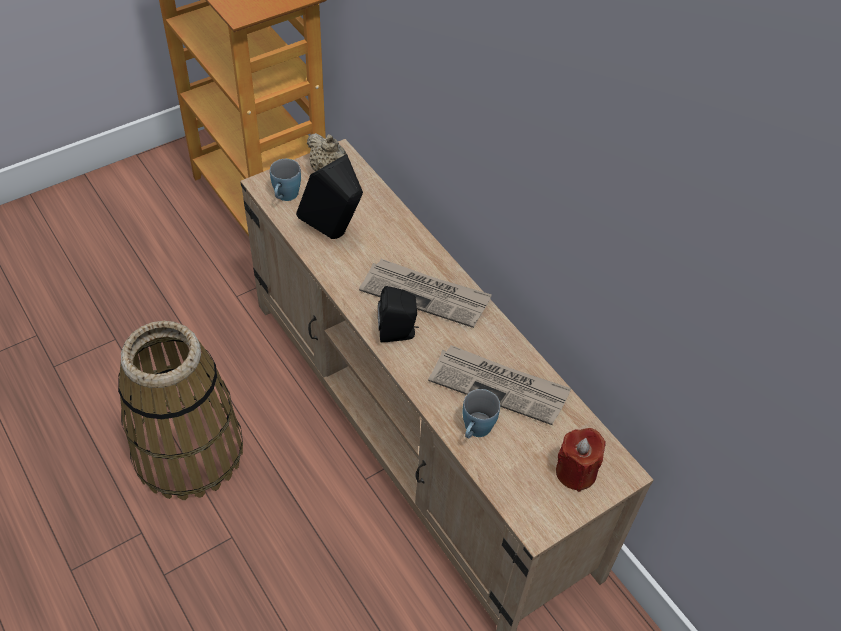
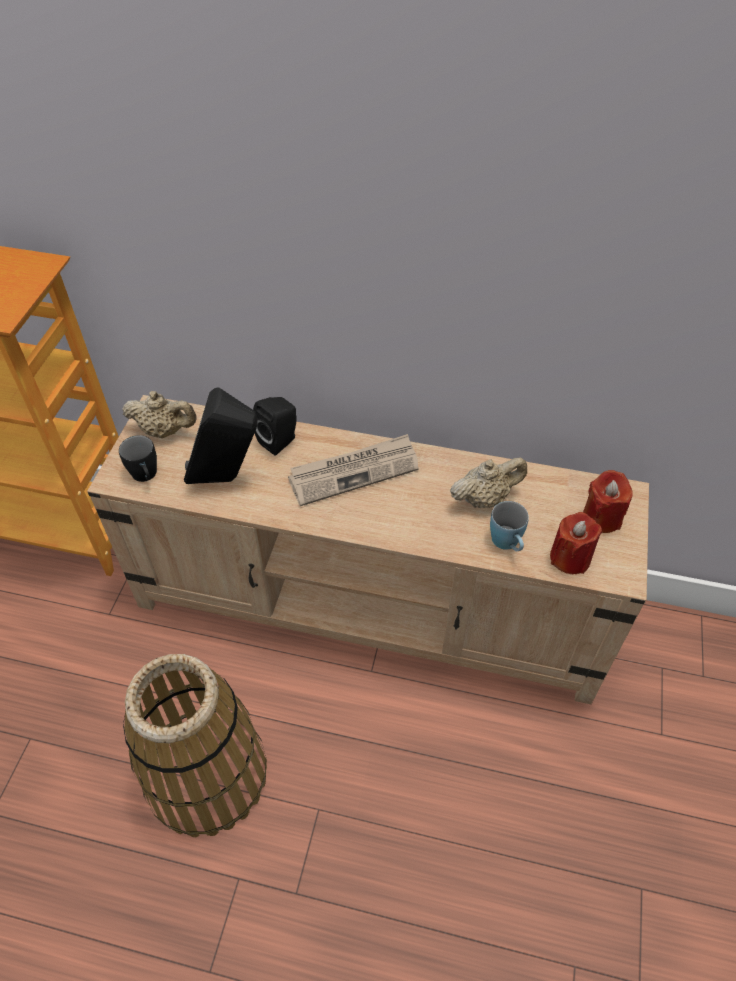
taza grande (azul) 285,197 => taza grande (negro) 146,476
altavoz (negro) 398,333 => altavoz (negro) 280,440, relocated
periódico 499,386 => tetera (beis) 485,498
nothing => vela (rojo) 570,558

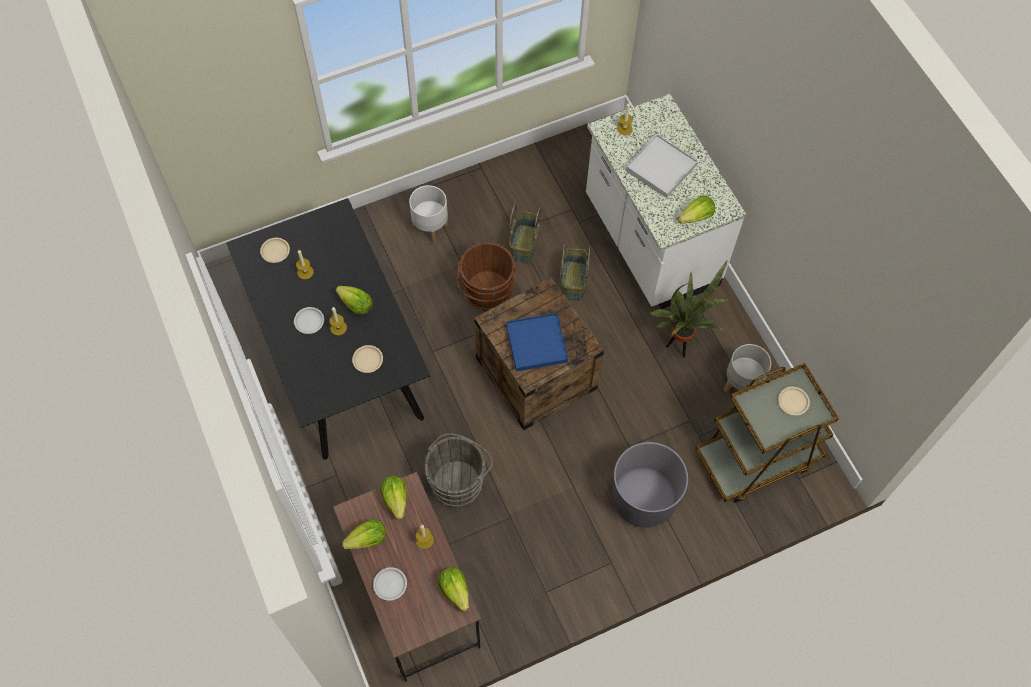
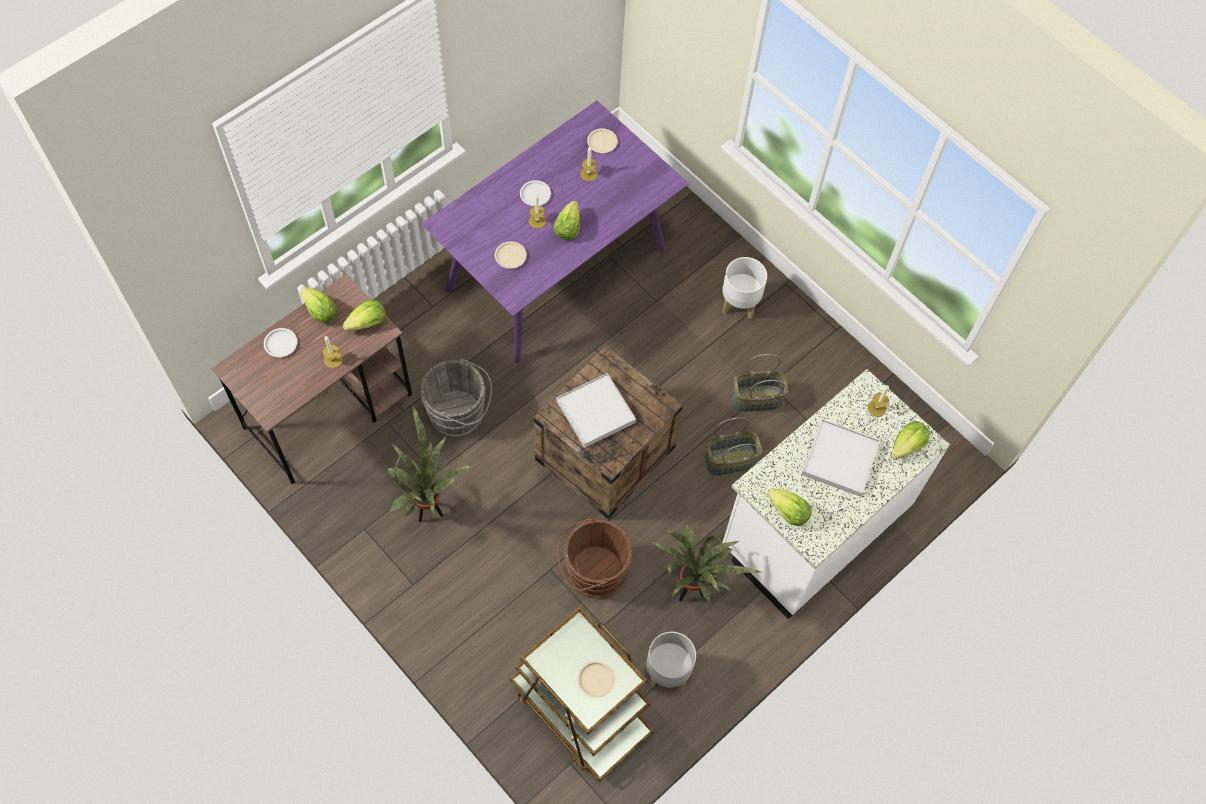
nothing => planta en maceta 430,511
mesa de comedor (negro) 338,359 => mesa de comedor (morado) 556,268
bandeja (azul) 536,343 => bandeja (blanco) 596,412
cubo (marrón) 487,293 => cubo (marrón) 592,572, relocated
lechuga 455,590 => lechuga 907,446, relocated
maceta (gris) 643,498 => nothing

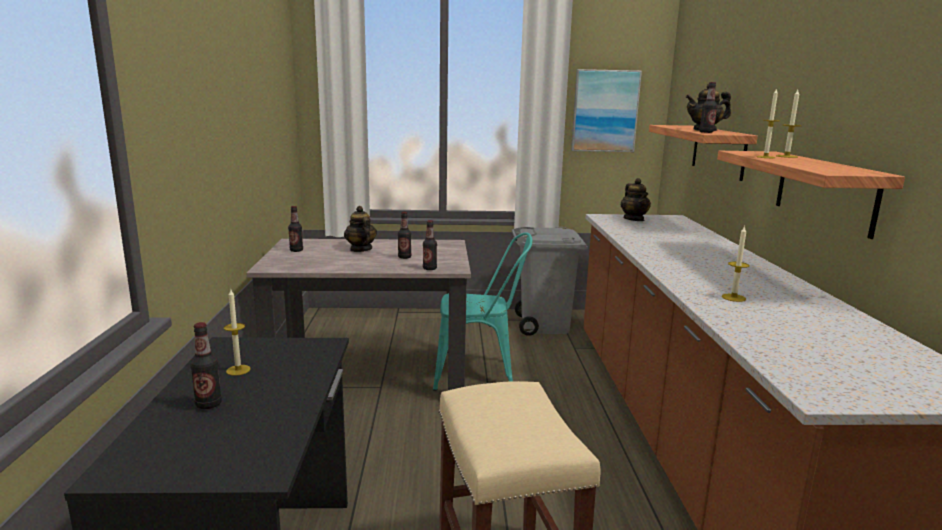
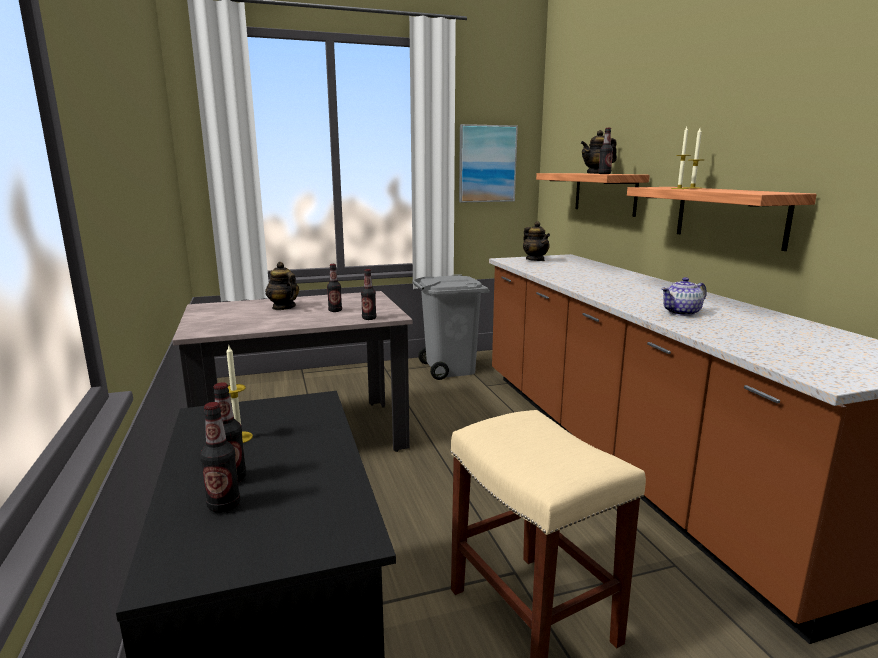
botella 296,250 => botella 224,505, relocated
vela 733,297 => tetera 682,313
silla (turquesa) 481,373 => nothing

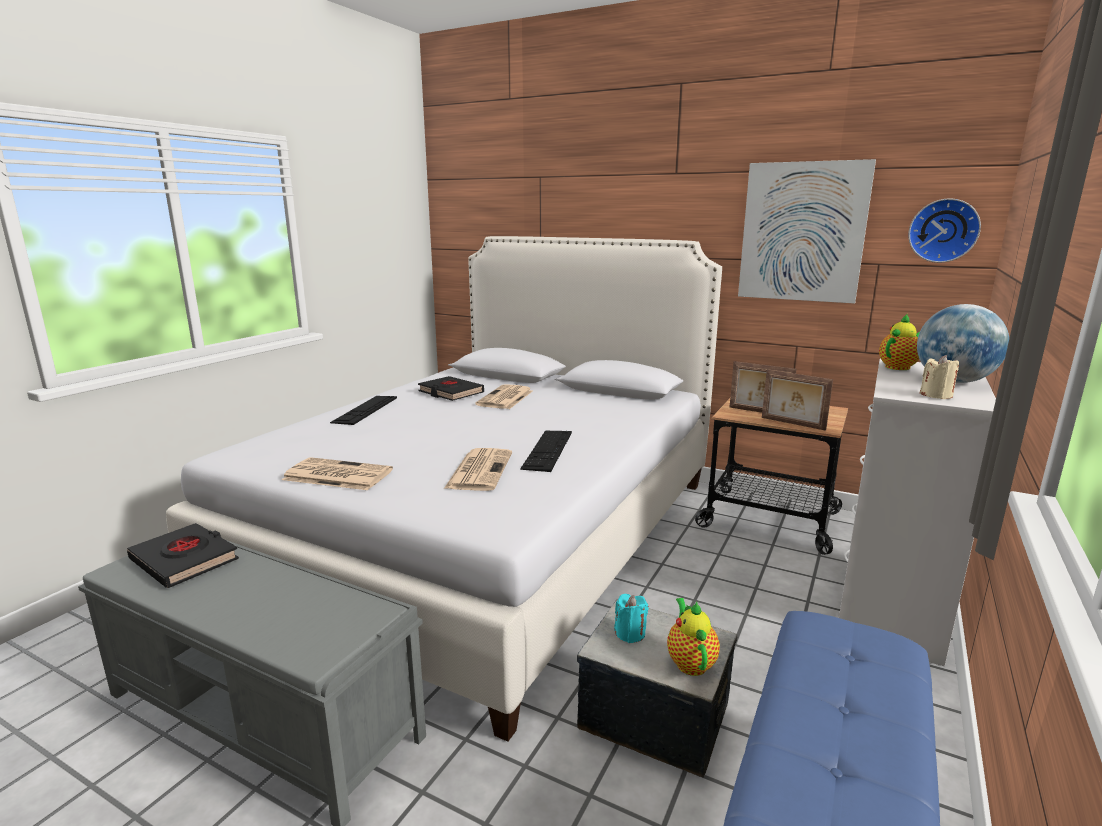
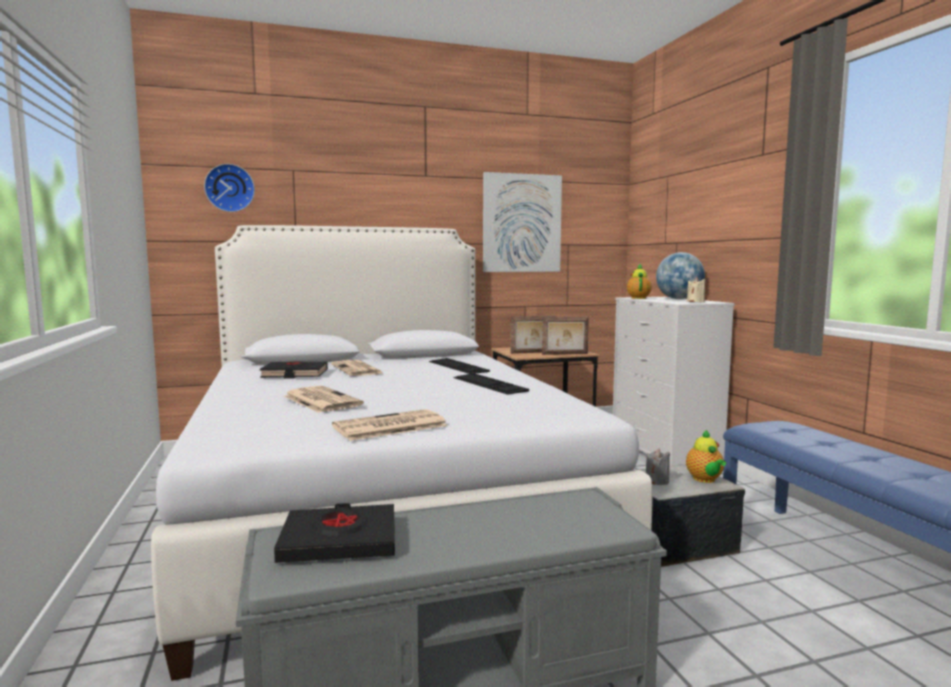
reloj de pared 943,230 => reloj de pared 230,188, relocated
periódico 479,470 => periódico 320,400, relocated
teclado 365,409 => teclado 457,366, relocated
vela (turquesa) 630,633 => vela (gris) 657,481
tetera 690,662 => tetera 705,480, 135 degrees counterclockwise

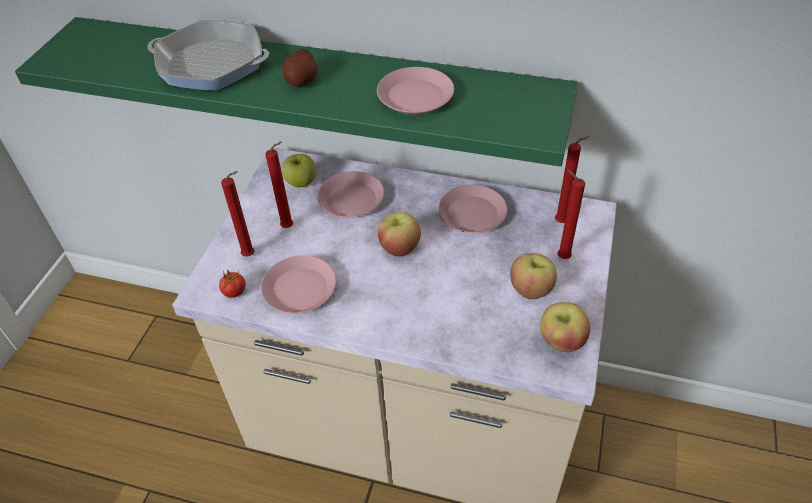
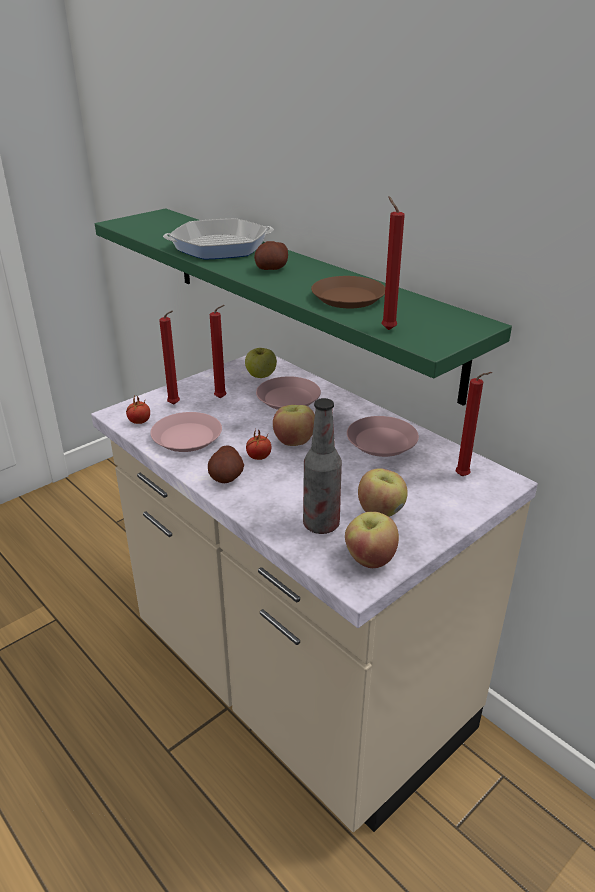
sartén 211,64 => sartén 220,247, 60 degrees counterclockwise
nothing => patata 226,477
nothing => tomate 258,457
nothing => botella 321,525
plato (rosa) 416,97 => plato (marrón) 348,298
vela (rojo) 561,257 => vela (rojo) 387,329, relocated

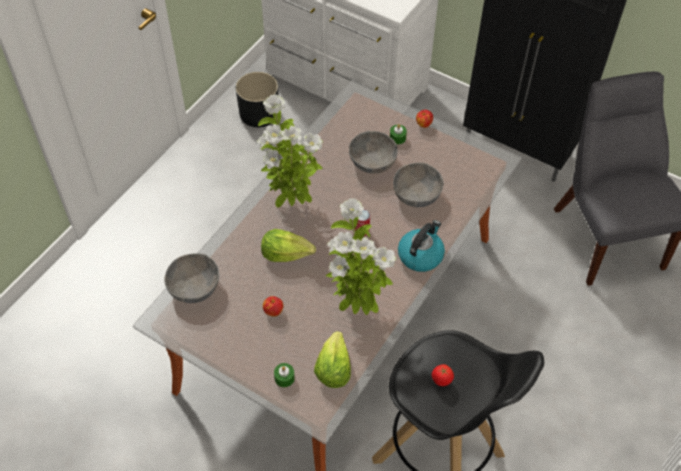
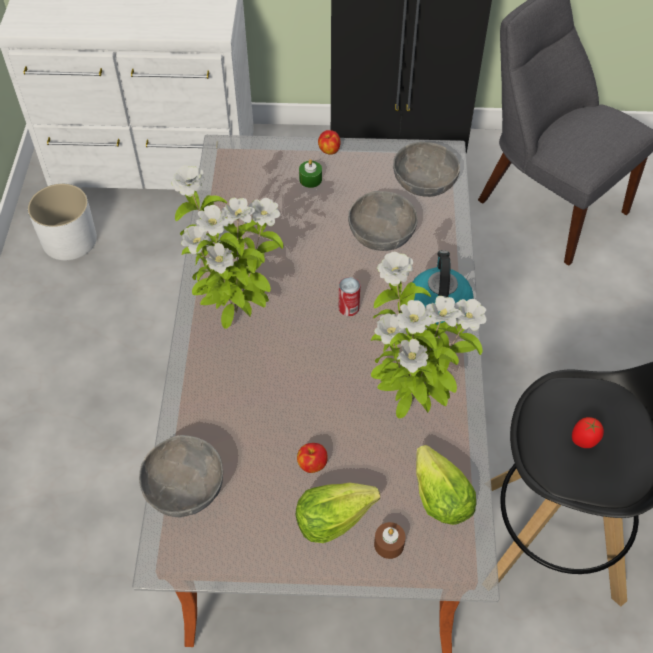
maceta (negro) 259,113 => maceta (blanco) 69,239
lechuga 286,253 => lechuga 333,517, relocated
vela (verde) 284,378 => vela (marrón) 389,544
cuenco (gris) 372,162 => cuenco (gris) 424,184, relocated

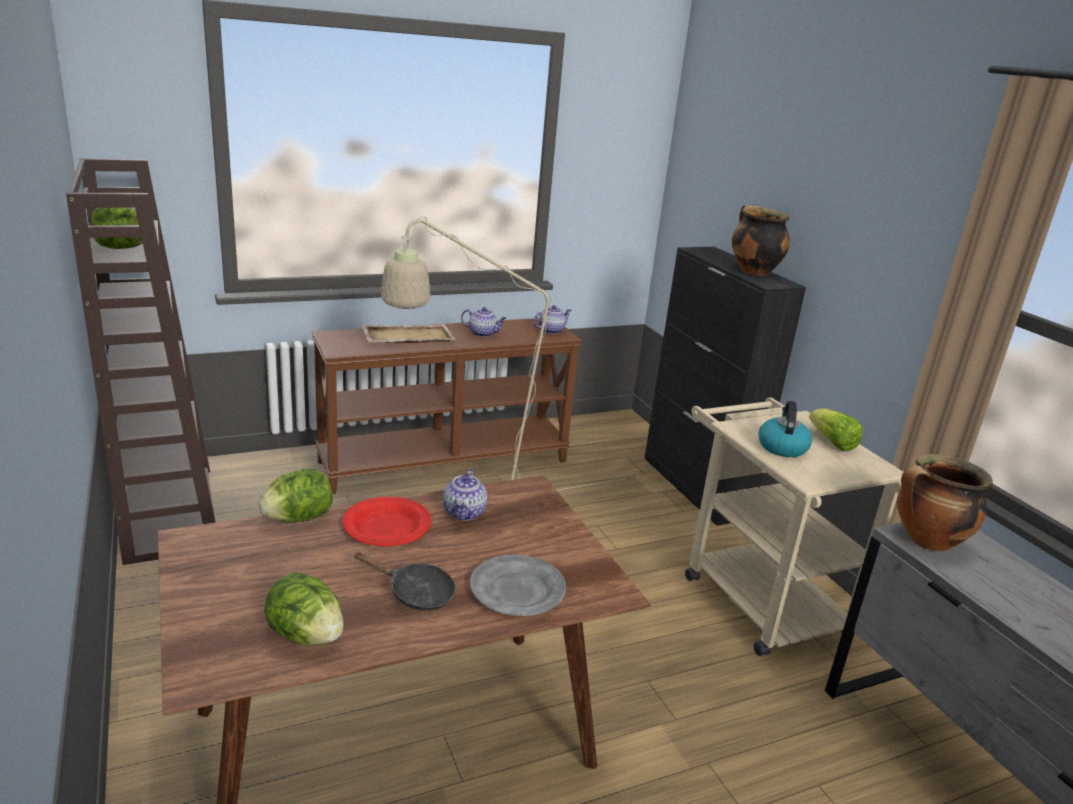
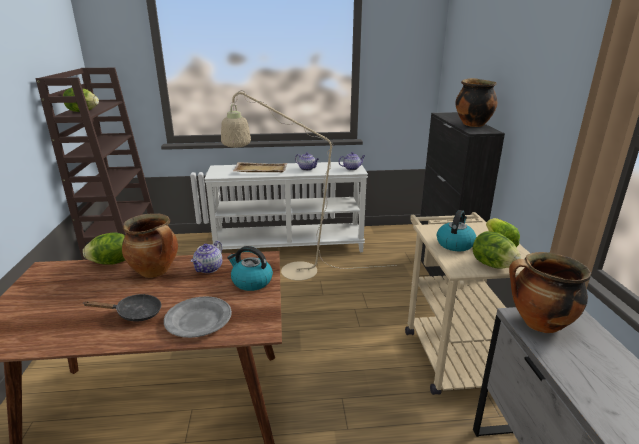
sartén (negro) 415,593 => sartén (negro) 134,313, 45 degrees counterclockwise
plato (rojo) 387,526 => olla 156,272
mesa consola (marrón) 445,461 => mesa consola (blanco) 289,246
nothing => hervidor 251,282
lechuga 306,635 => lechuga 492,265, relocated

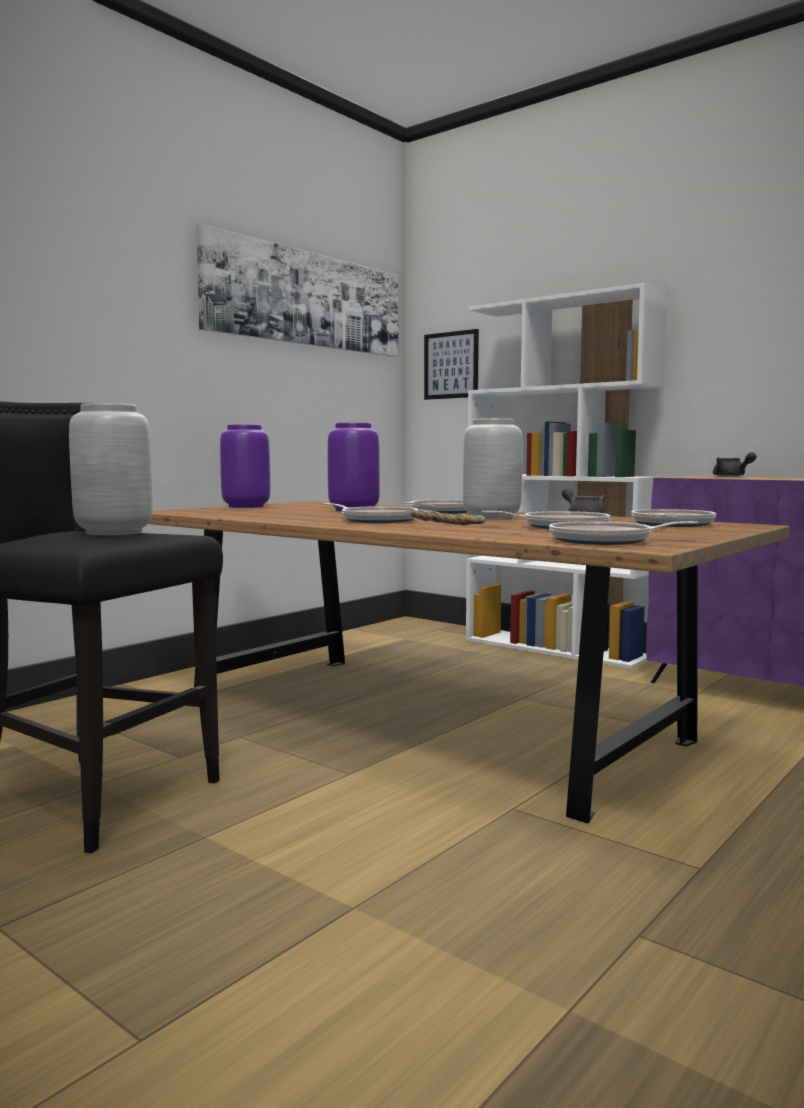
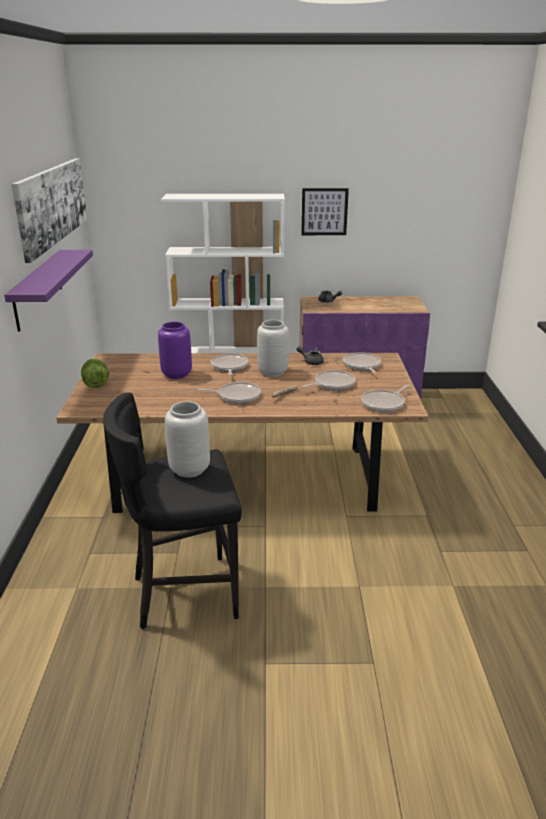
nothing => estante (morado) 38,289
florero (morado) 245,506 => lechuga 95,383
cuadro 451,365 => cuadro 324,211, relocated

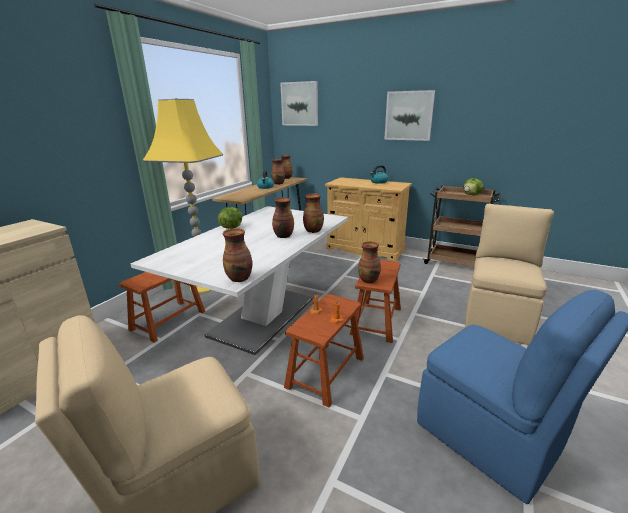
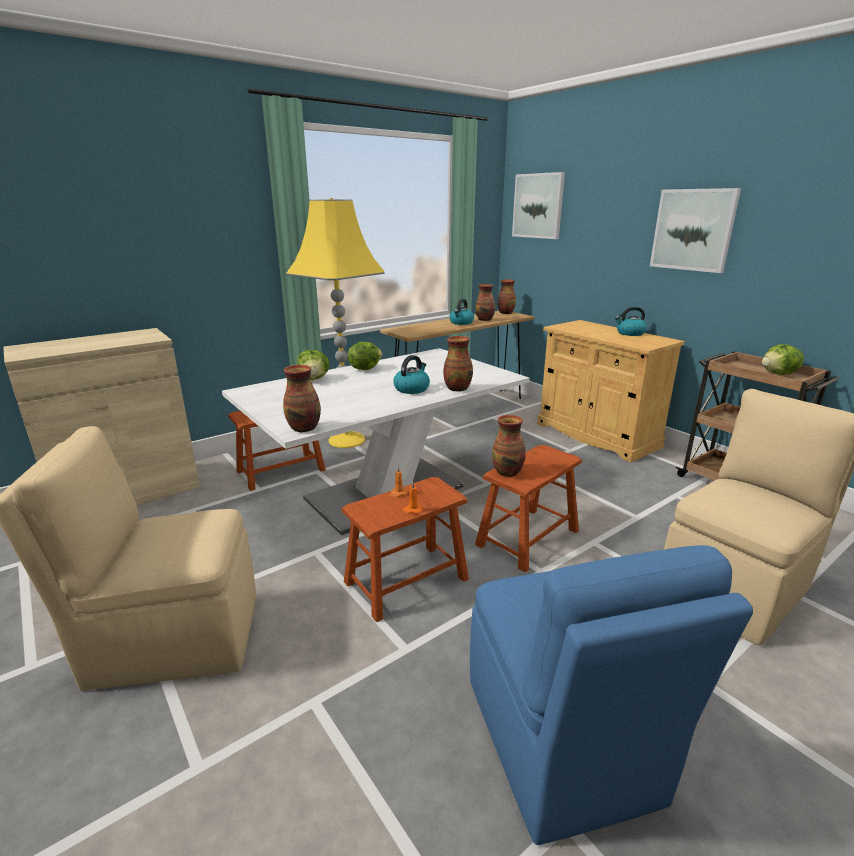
nothing => lechuga 314,379
florero 283,236 => hervidor 412,389

